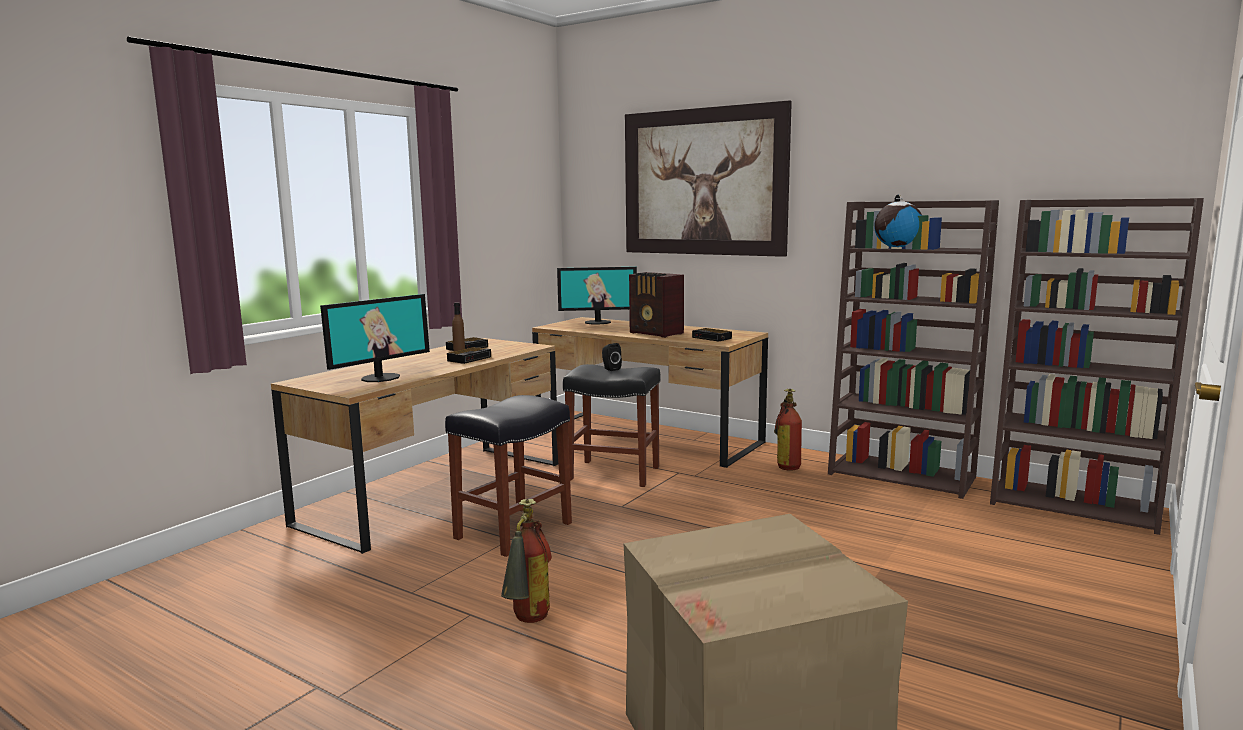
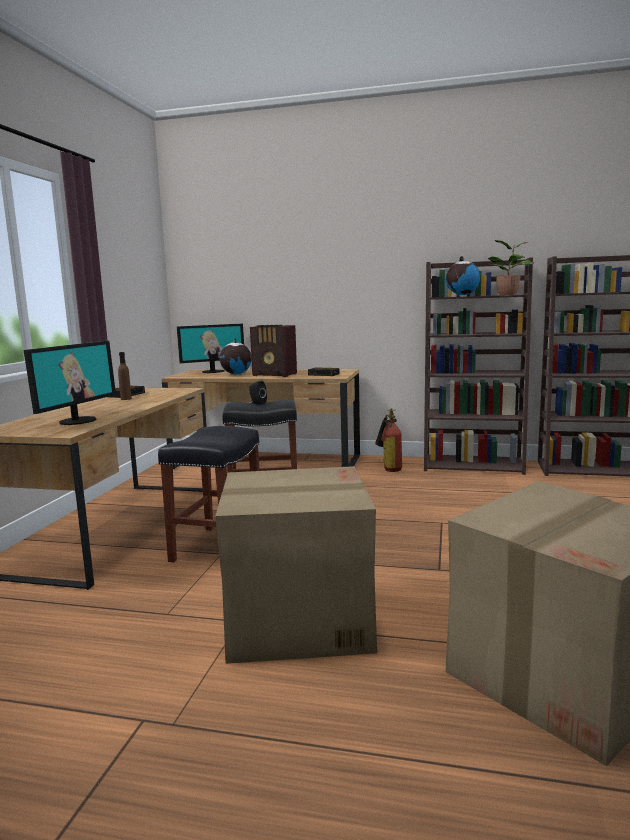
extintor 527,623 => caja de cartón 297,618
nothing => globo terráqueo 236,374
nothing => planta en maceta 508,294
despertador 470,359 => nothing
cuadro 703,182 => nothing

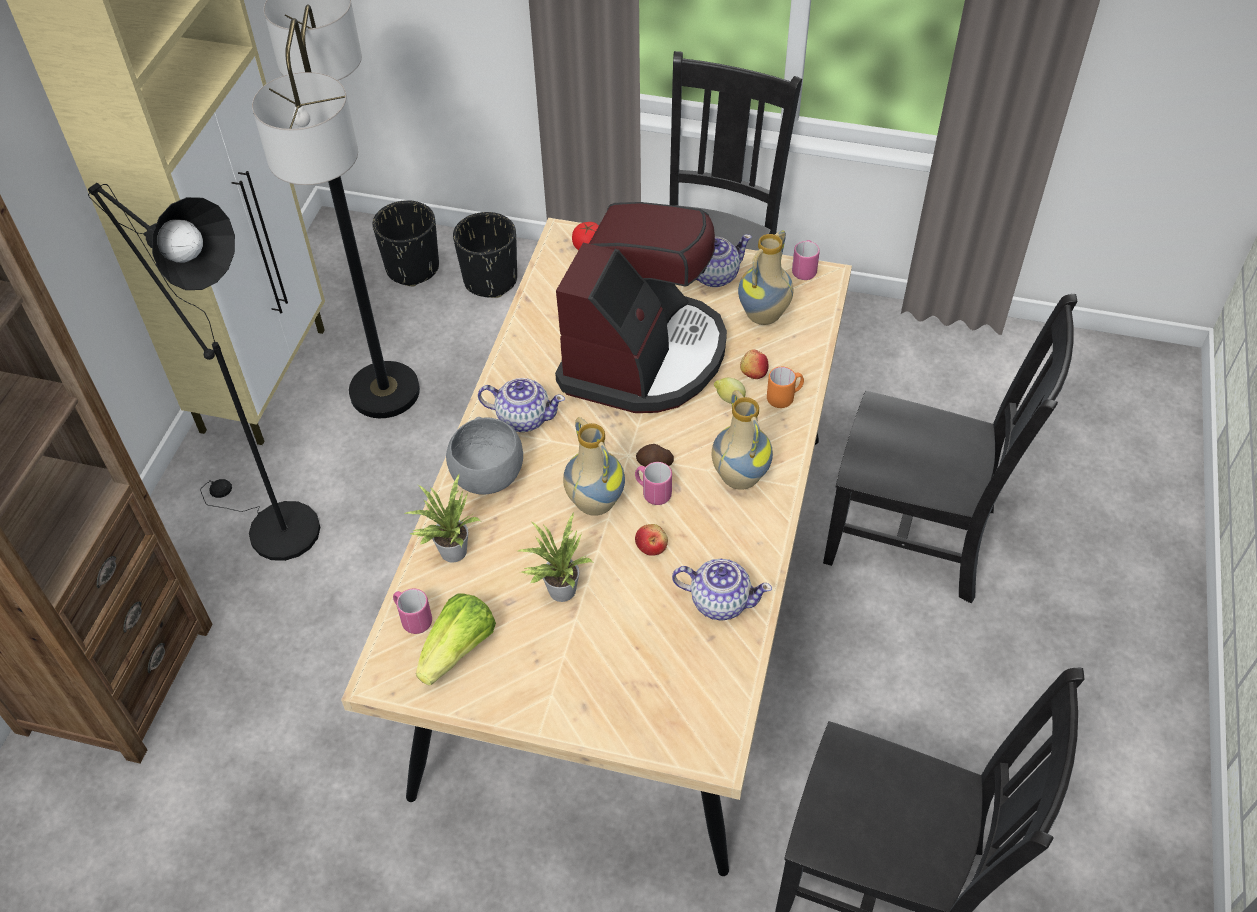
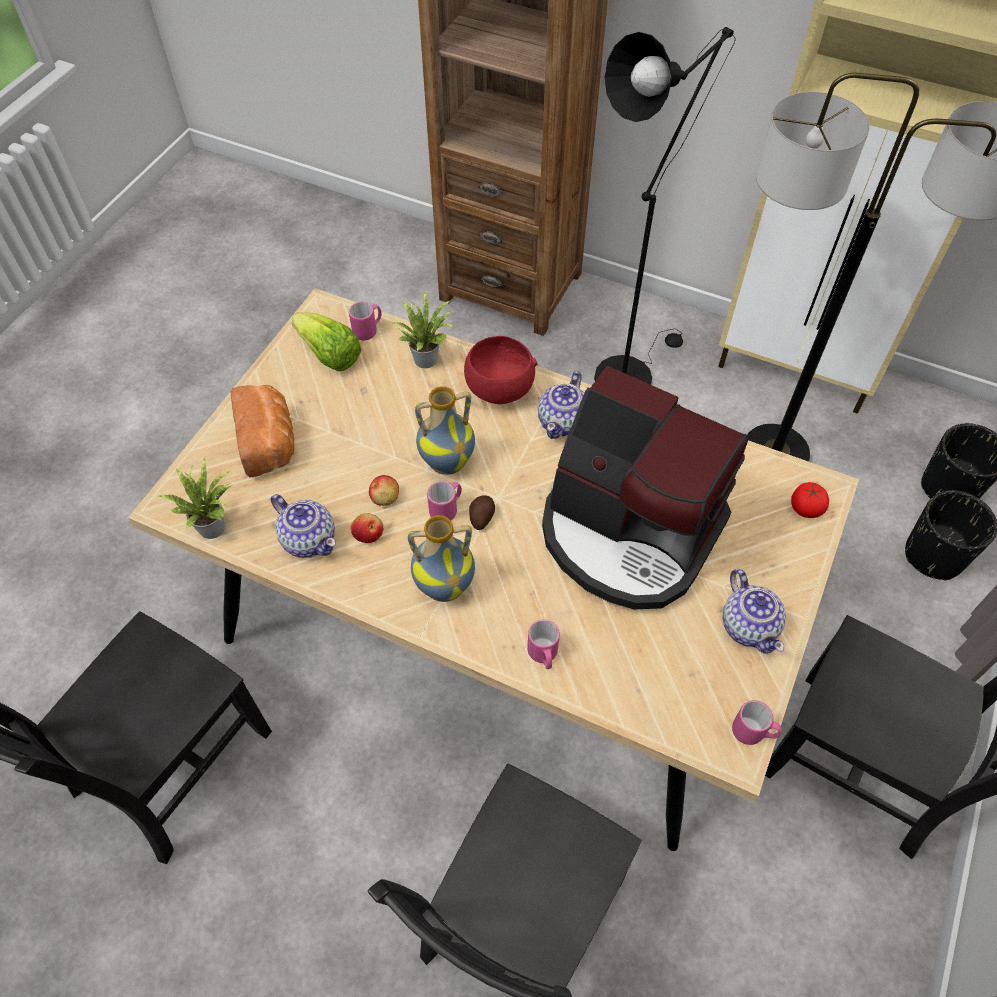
planta en maceta 558,589 => planta en maceta 214,525, relocated
nothing => pan 269,442
tetera 719,601 => tetera 309,539, 75 degrees counterclockwise
manzana 753,373 => manzana 368,534, relocated
cuenco (gris) 488,477 => cuenco (rojo) 498,390
taza grande (naranja) 784,397 => taza grande (rosa) 543,655
limón 729,399 => nothing
florero 764,316 => nothing

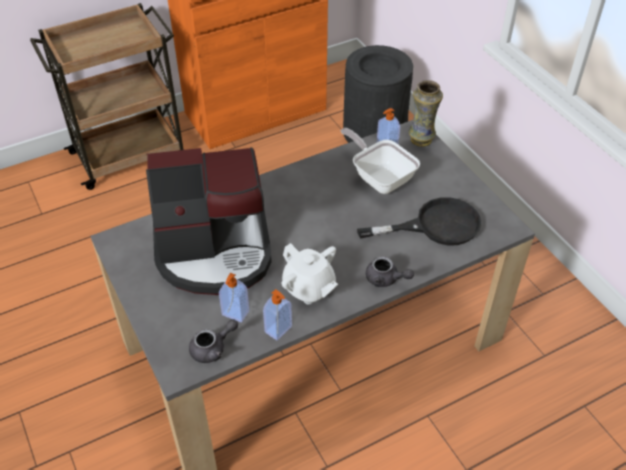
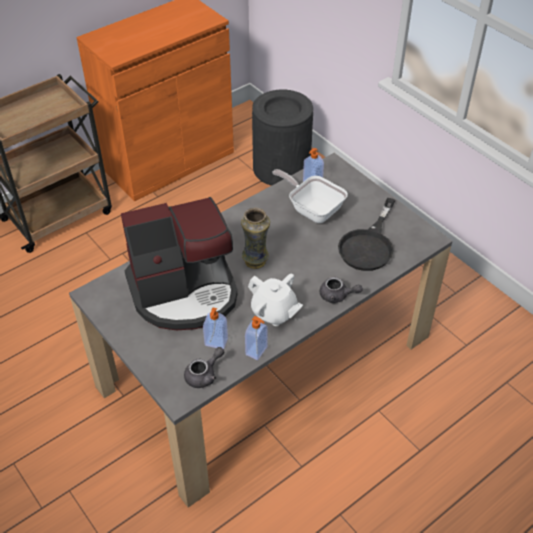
florero 421,140 => florero 256,261, relocated
sartén (negro) 435,225 => sartén (negro) 369,245, 135 degrees clockwise

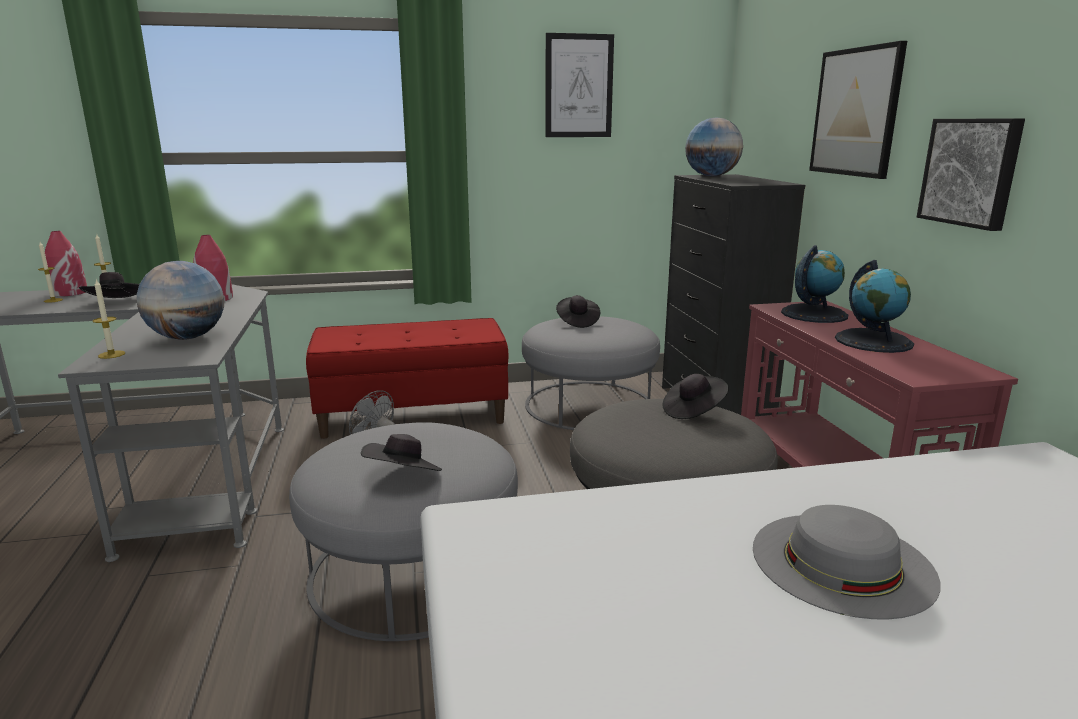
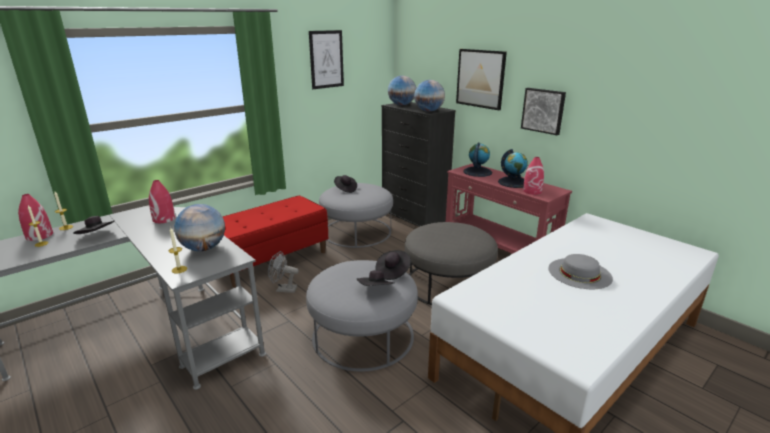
sombrero (negro) 693,411 => sombrero (negro) 392,272, relocated
nothing => globo terráqueo 428,111
nothing => florero (rojo) 532,191

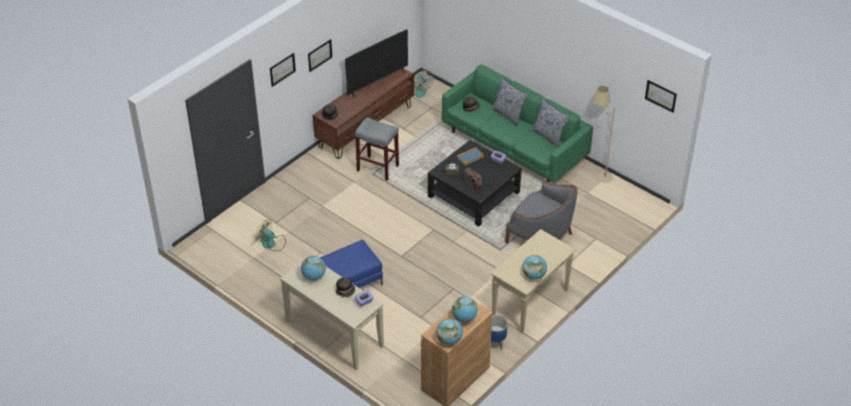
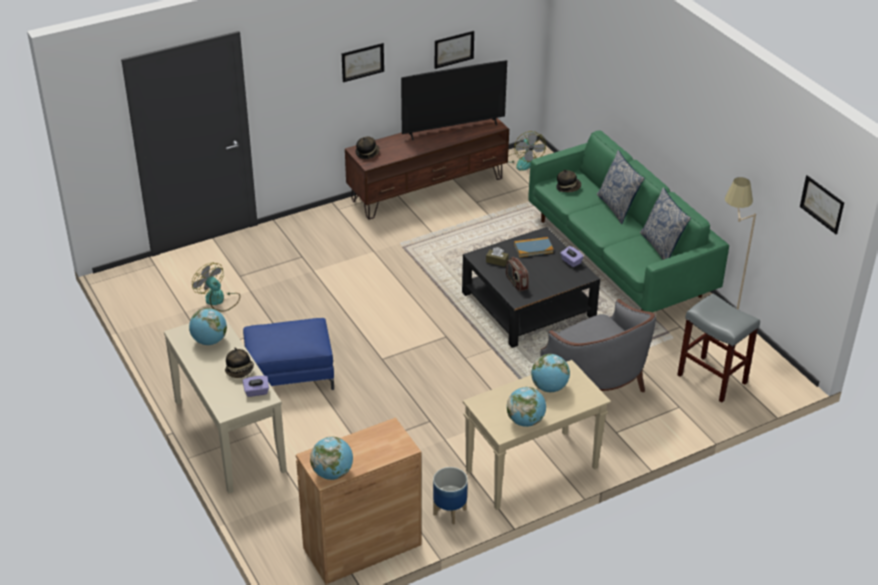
cuadro 282,69 => cuadro 454,49, relocated
globo terráqueo 464,318 => globo terráqueo 549,387, relocated
taburete (gris) 377,168 => taburete (gris) 711,378, relocated

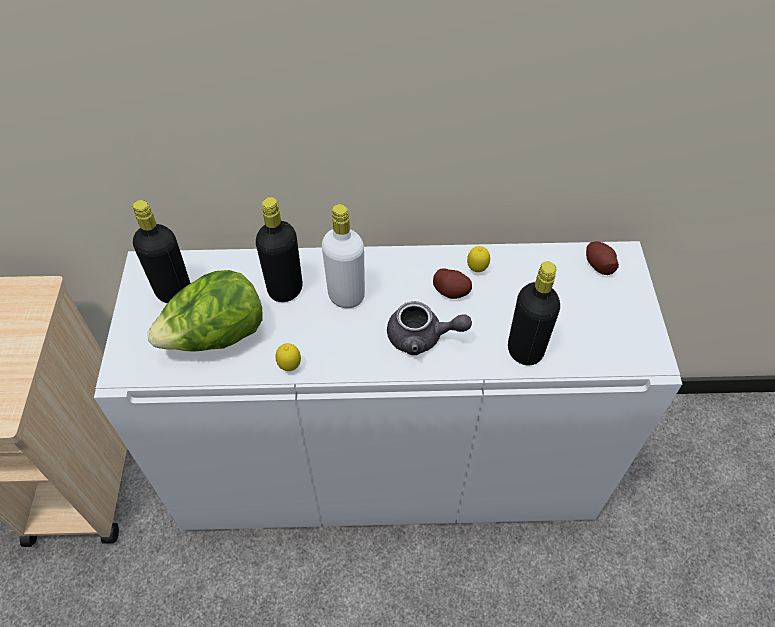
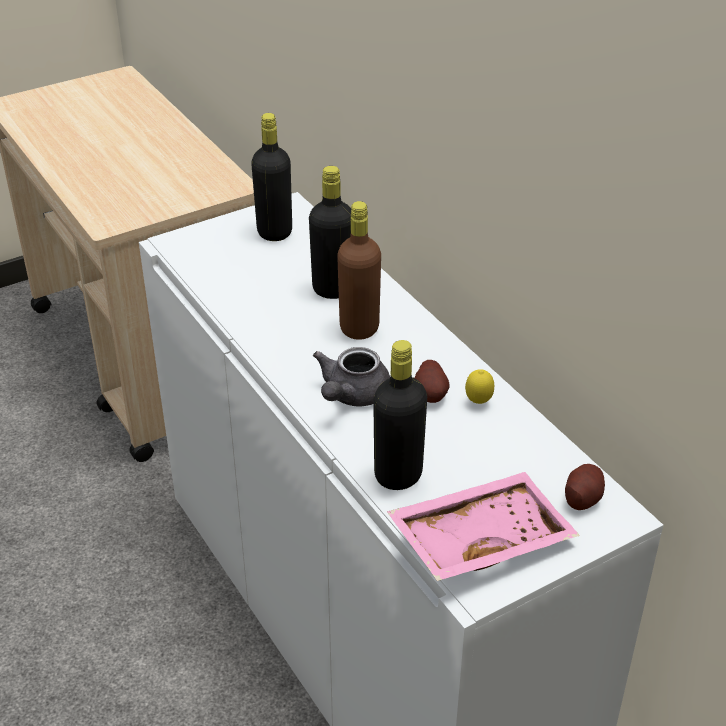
tetera (gris) 422,337 => tetera (gris) 351,395, 45 degrees clockwise
botella (blanco) 346,296 => botella (marrón) 359,328
nothing => bandeja (rosa) 480,538
lechuga 216,337 => nothing
limón 290,367 => nothing

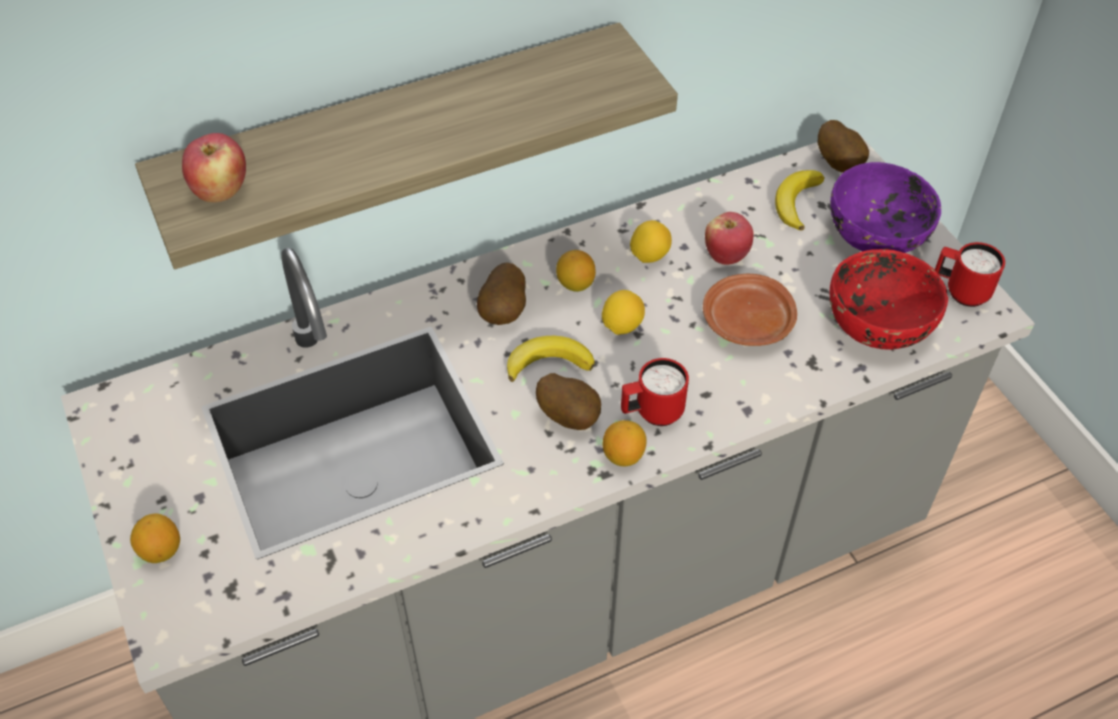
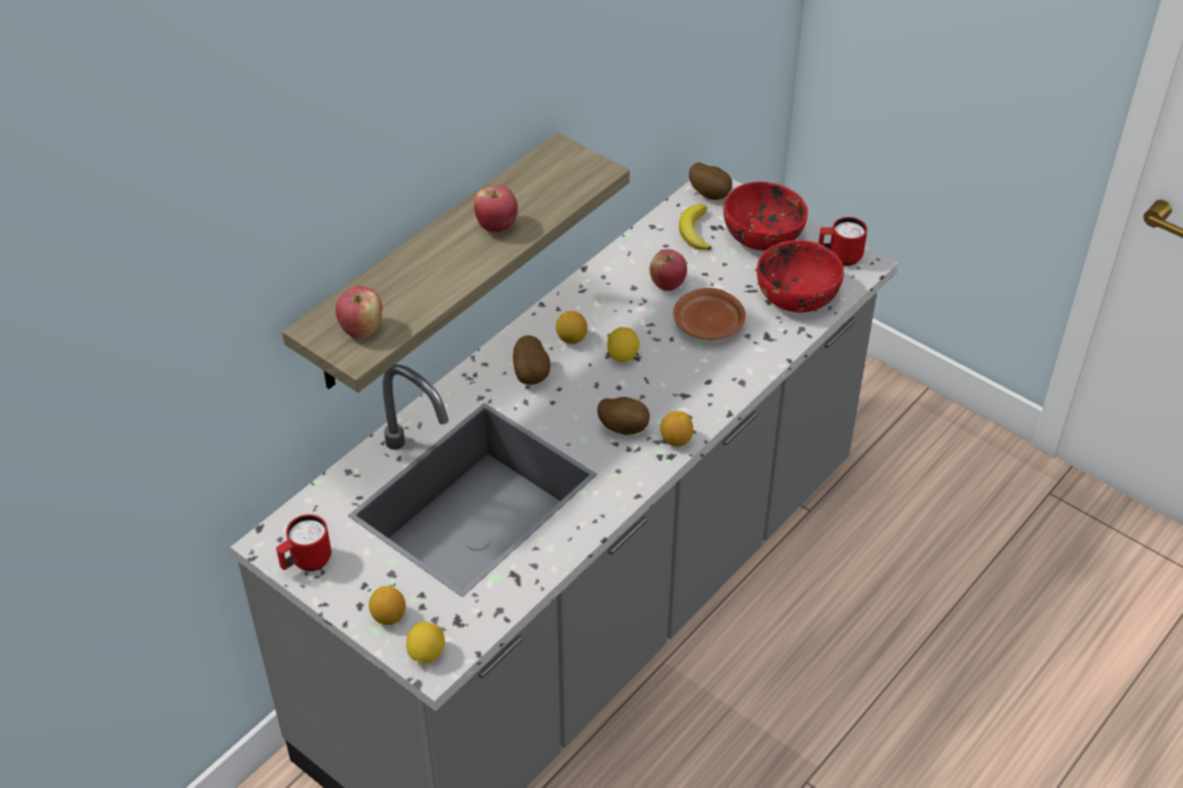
taza grande (rojo) 652,413 => taza grande (rojo) 306,563, relocated
limón 649,255 => limón 426,653, relocated
nothing => manzana 497,226
cuenco (morado) 878,233 => cuenco (rojo) 763,235
plátano 548,362 => nothing

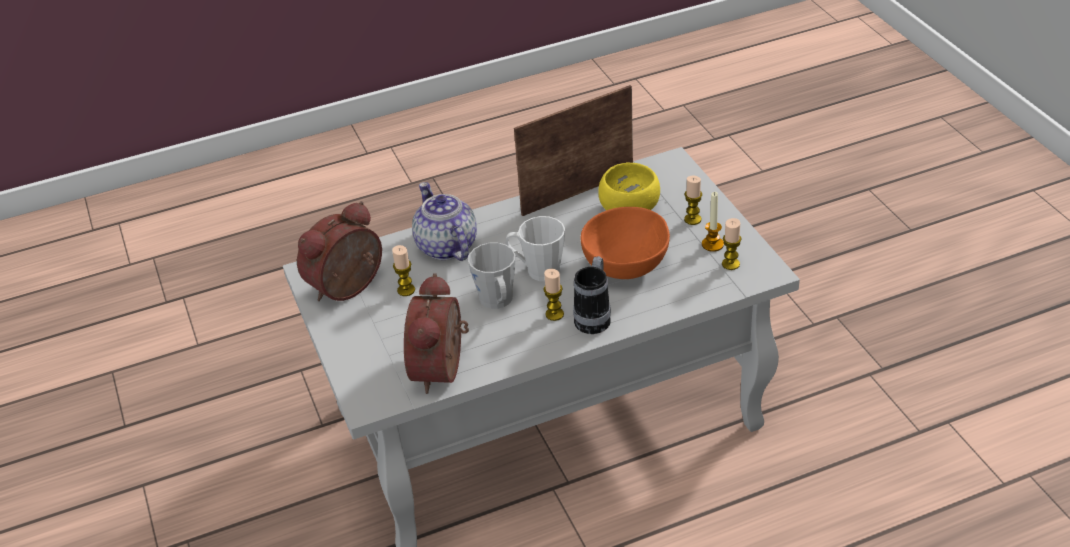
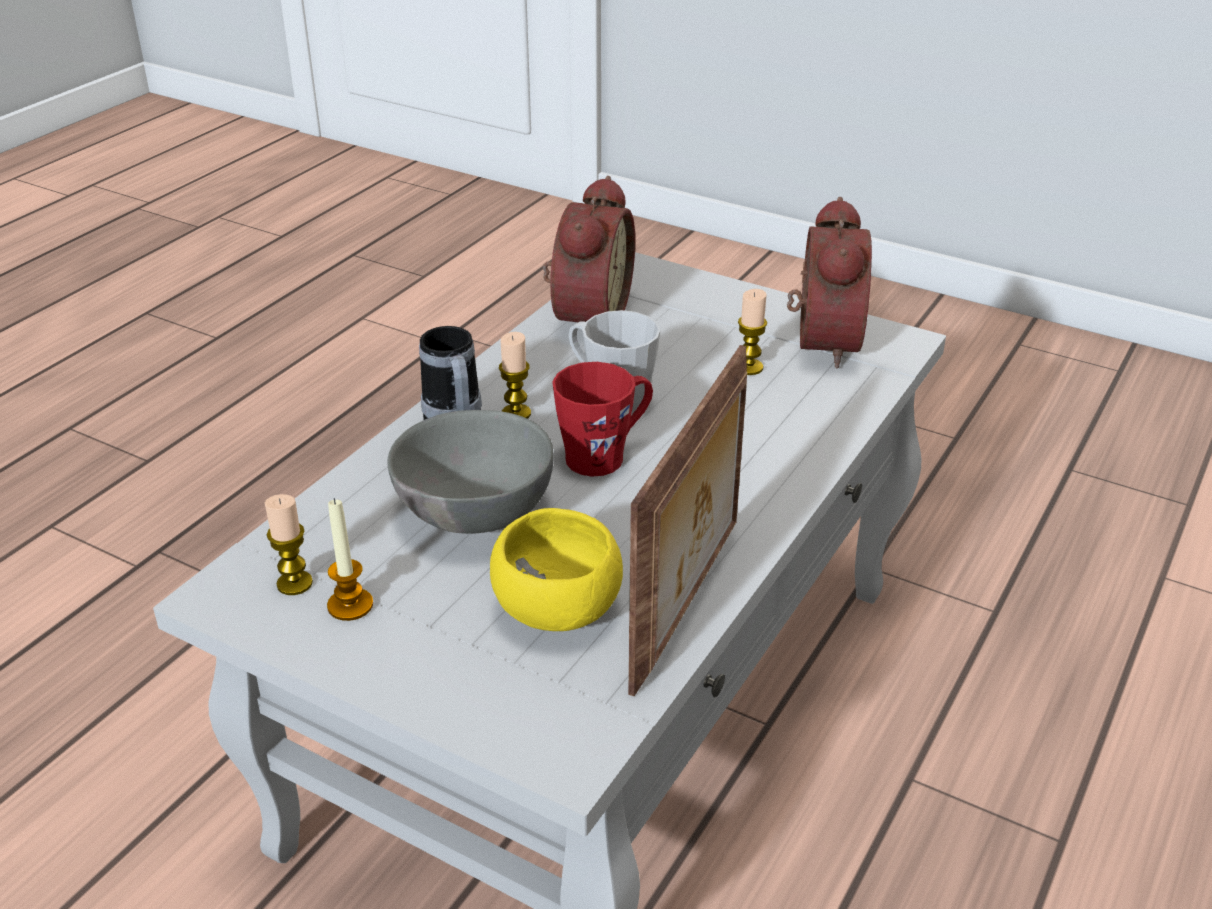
cuenco (naranja) 628,265 => cuenco (gris) 471,515
despertador 443,369 => despertador 586,315, 45 degrees clockwise
taza grande (blanco) 537,270 => taza grande (rojo) 605,455
tetera 445,246 => nothing
vela 692,219 => nothing

